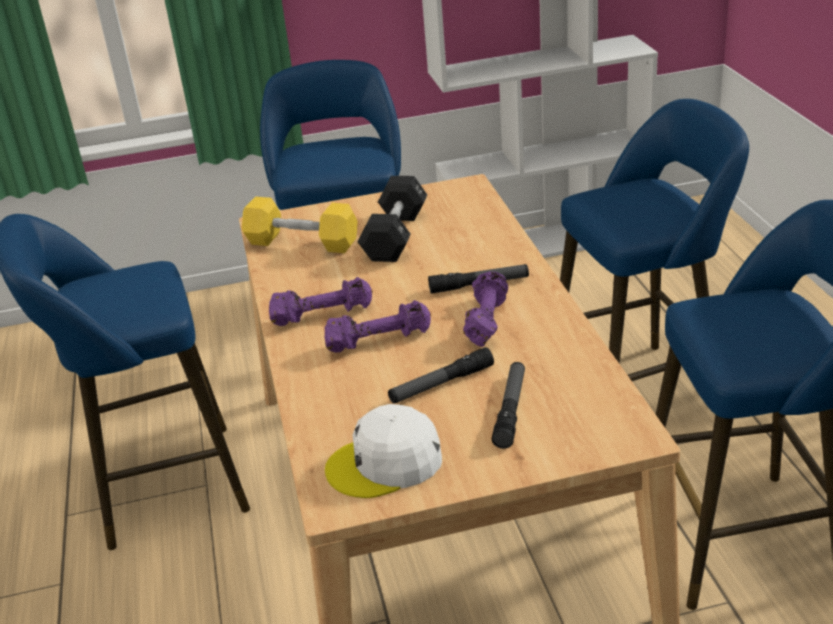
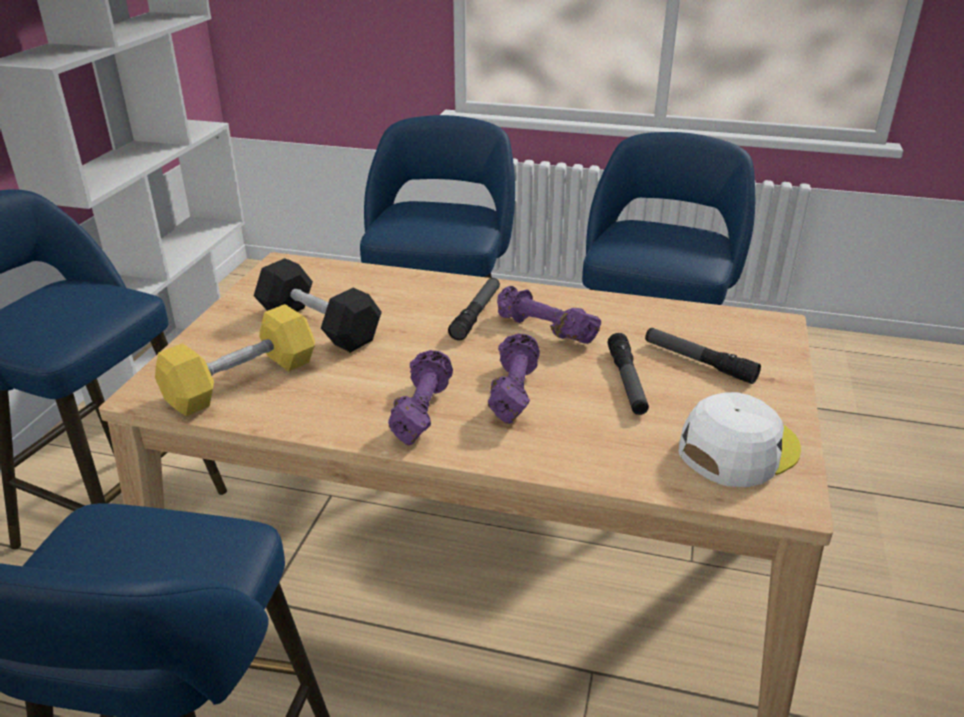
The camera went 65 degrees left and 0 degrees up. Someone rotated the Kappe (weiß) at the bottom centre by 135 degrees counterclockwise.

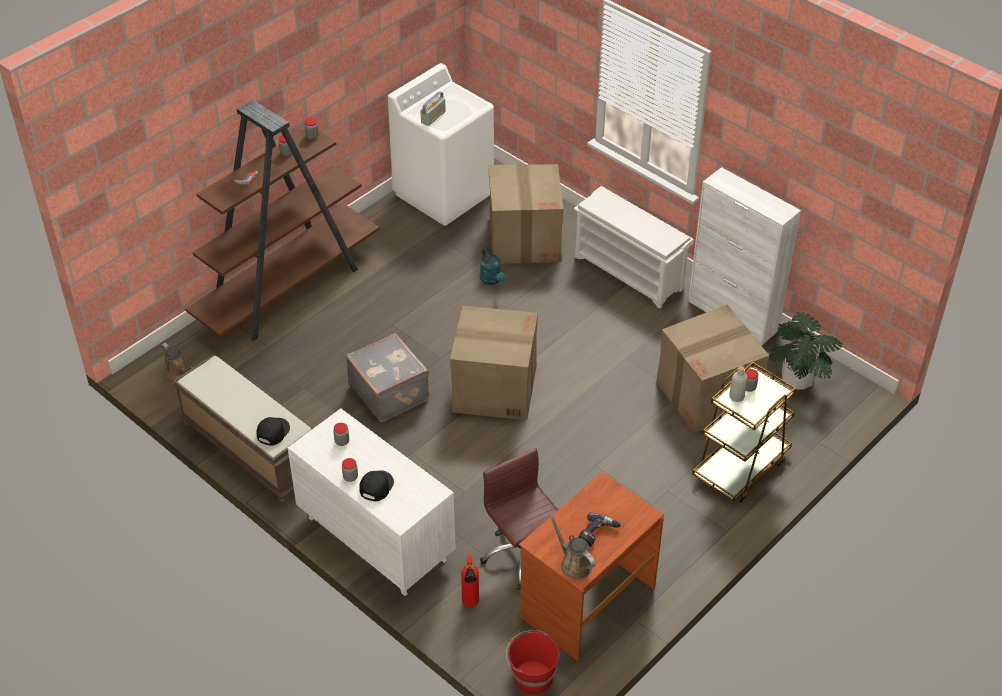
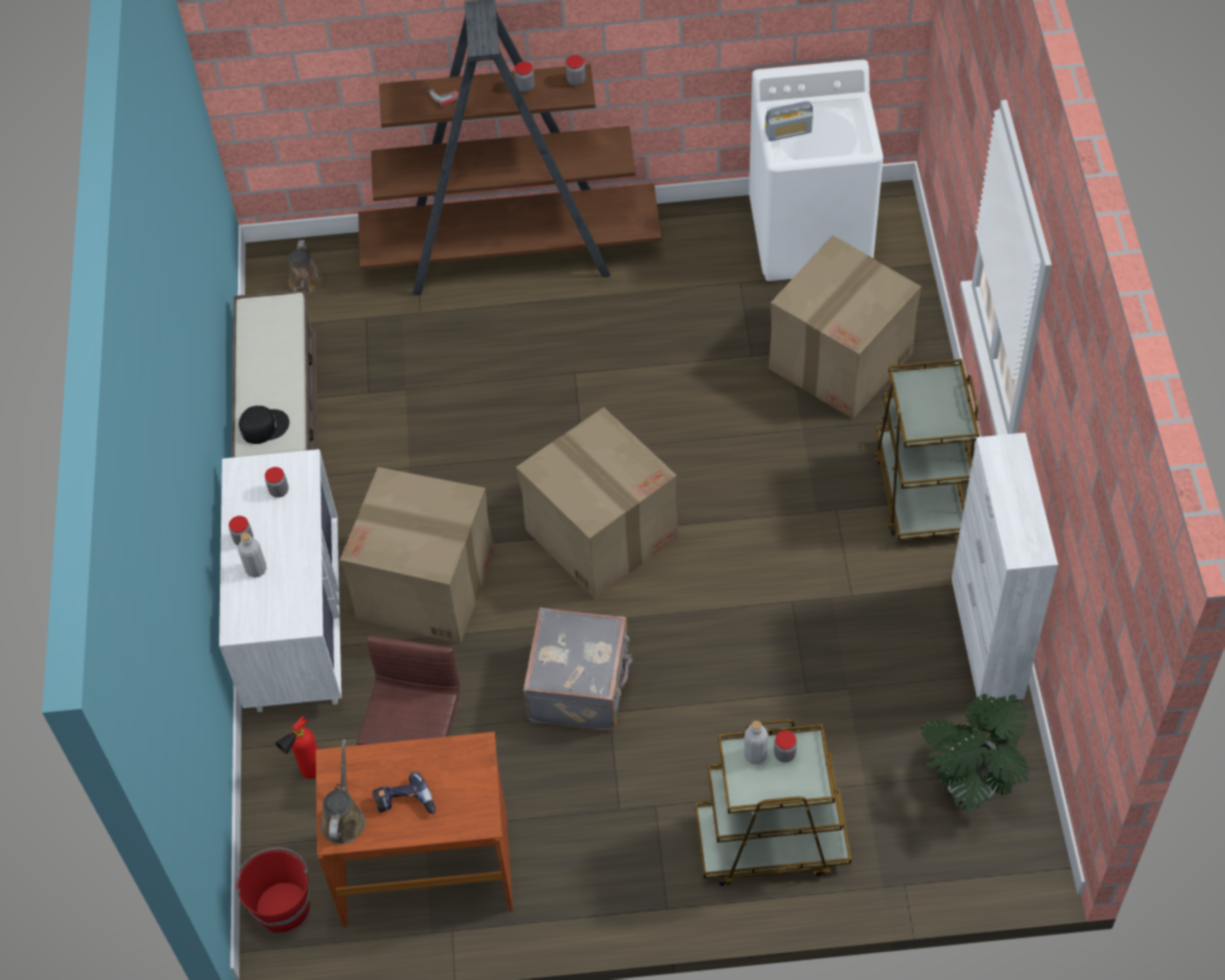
The camera went 45 degrees right and 10 degrees up. Someone took away the Gießkanne (türkis) at the centre. Someone carried the Koffer (grau) from the centre to the bottom centre. Someone carried the Karton (3rd from left in the first image) from the middle right to the centre. Someone swapped the Kappe (schwarz) (2nd from left) at the bottom centre for the Flasche (grau) (1st from left) at the middle left. Someone swapped the Schuhregal (weiß) at the centre for the Rollwagen (braun) (2nd from left) at the middle right.

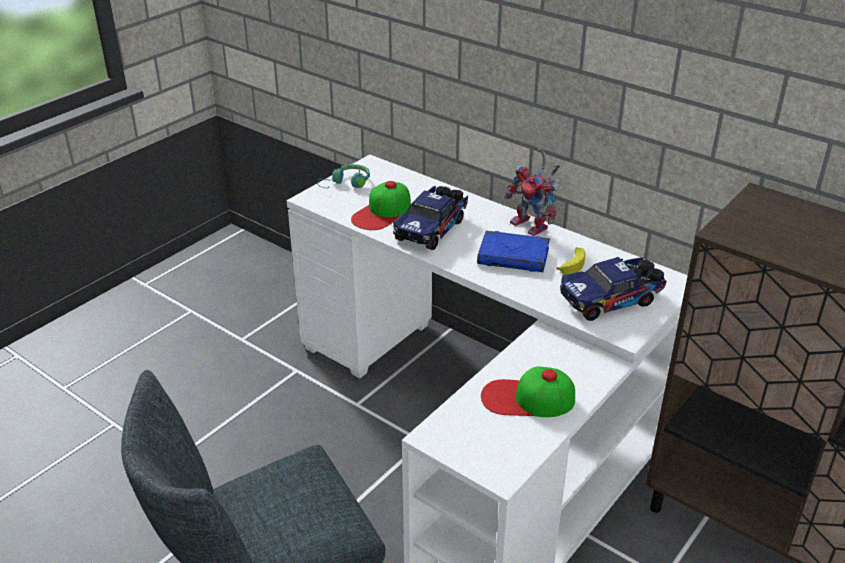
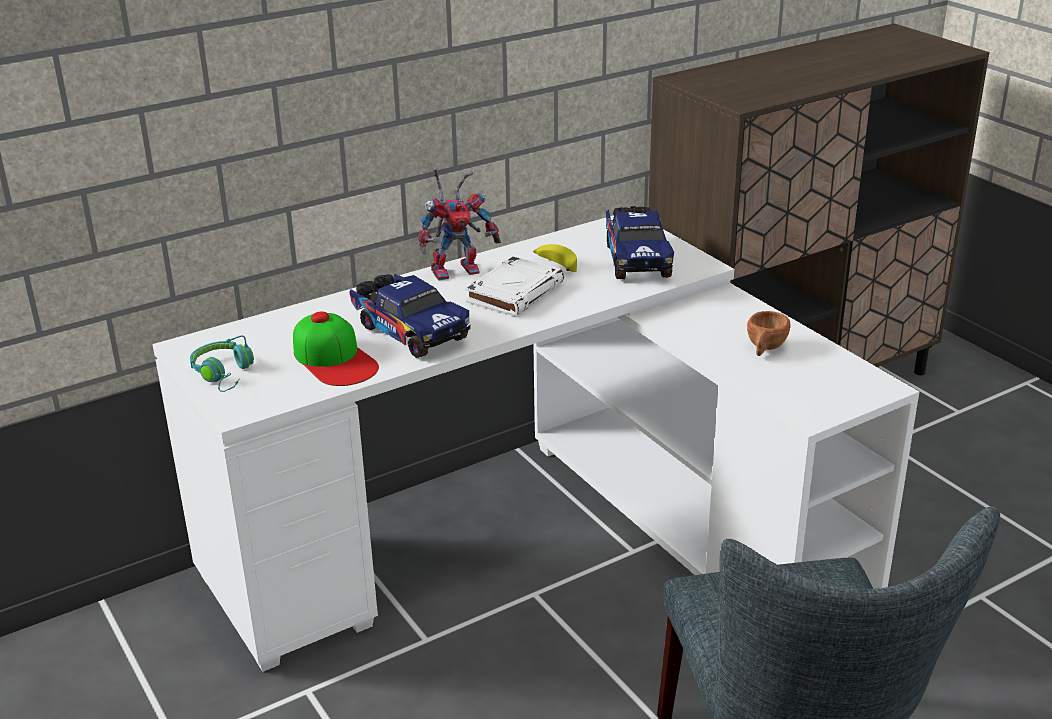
The camera went 70 degrees left and 5 degrees down. Someone swapped the Kappe (2nd from left) at the bottom centre for the Tasse (braun) at the middle right. Someone repainted the Buch (blau) at the centre, which became the Buch (weiß) at the centre.

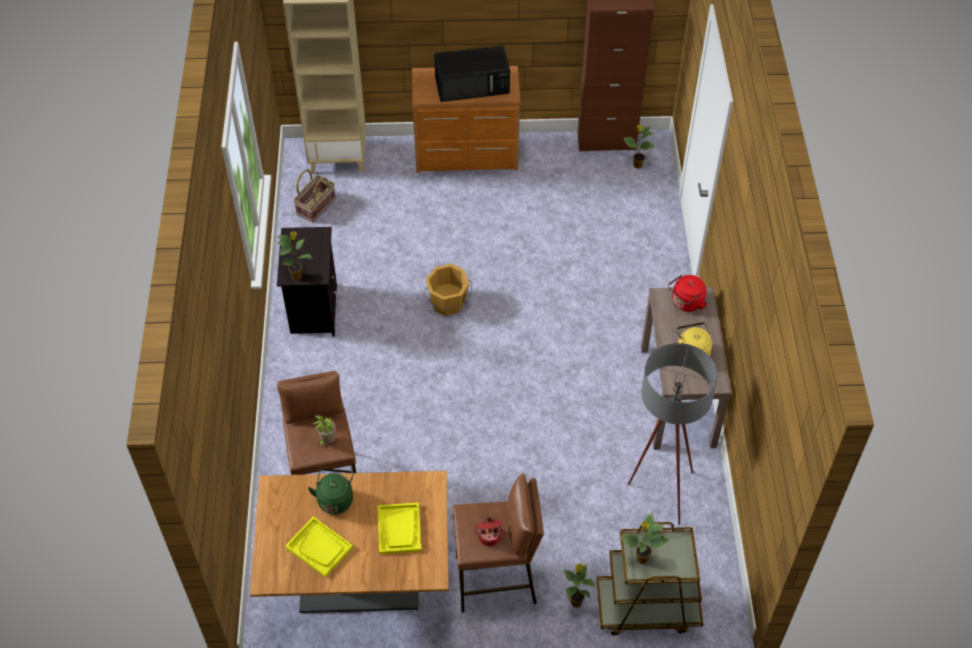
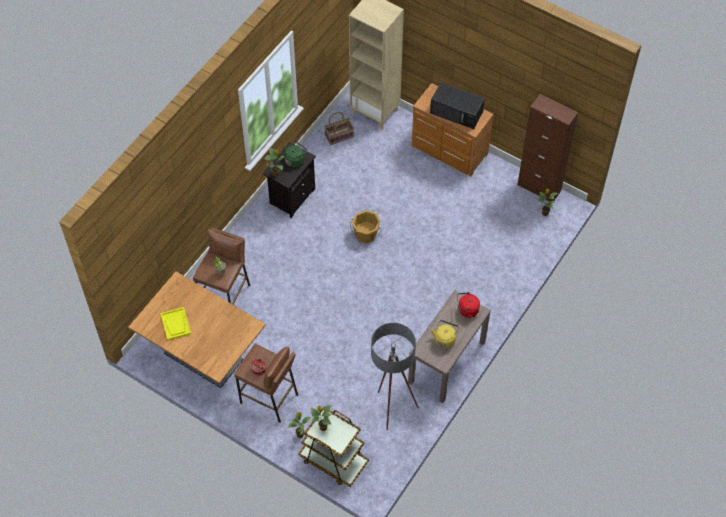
The camera went 35 degrees right and 5 degrees up. Someone took away the Tablett (gelb) (2nd from left) at the bottom centre. Someone carried the Wasserkessel (grün) from the bottom centre to the top centre.

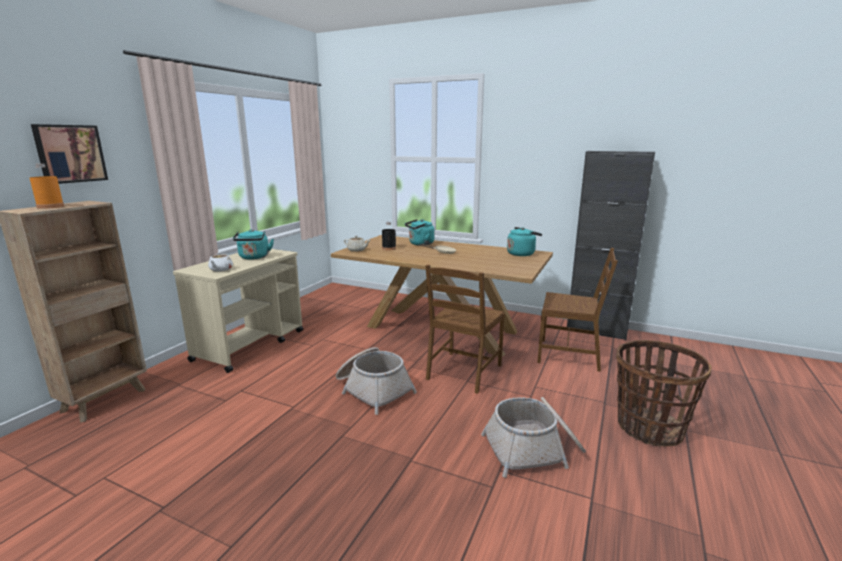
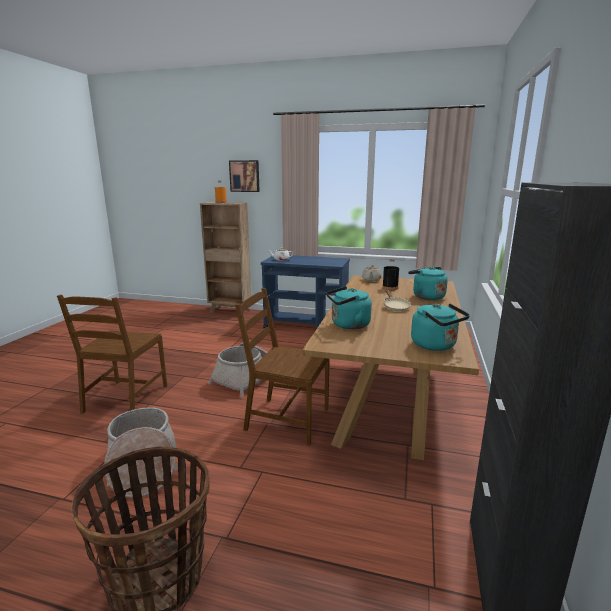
The camera went 80 degrees right and 0 degrees up. Someone carried the Wasserkessel (türkis) (1st from left) from the middle left to the centre. Someone carried the Stuhl (braun) (2nd from left in the first image) from the middle right to the middle left. Someone repainted the Rollwagen (beige) at the middle left, which became the Rollwagen (blau) at the centre.

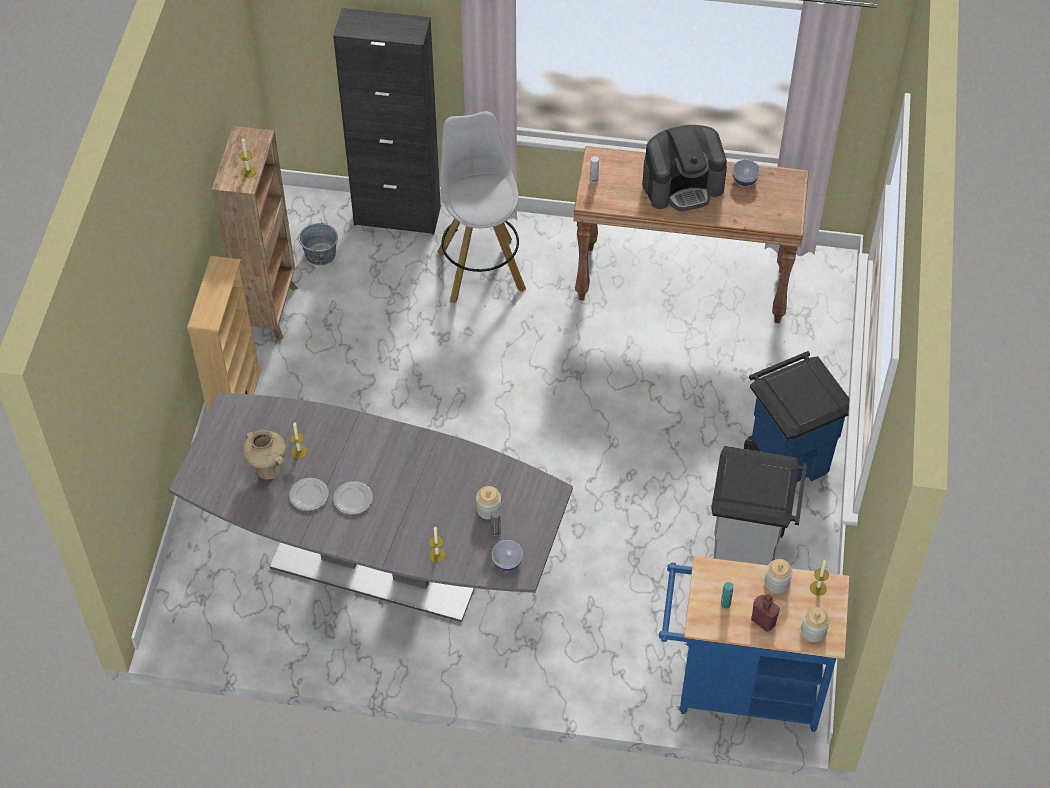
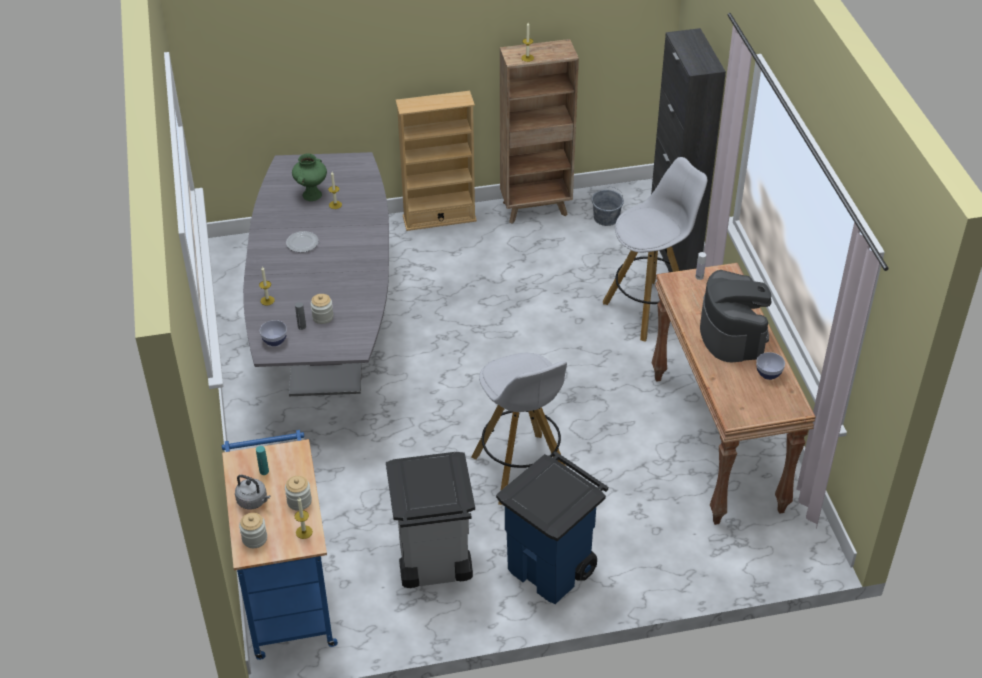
The camera went 70 degrees right and 10 degrees down. Someone took away the Teller (1st from left) at the middle left. Someone put down the Hocker (weiß) (1st from left) at the centre. Someone swapped the Flasche (rot) at the bottom right for the Wasserkessel (grau) at the bottom left. Someone repainted the Vase (beige) at the middle left, which became the Vase (grün) at the top left. Someone rotated the Kaffeemaschine at the top centre by 150 degrees counterclockwise.

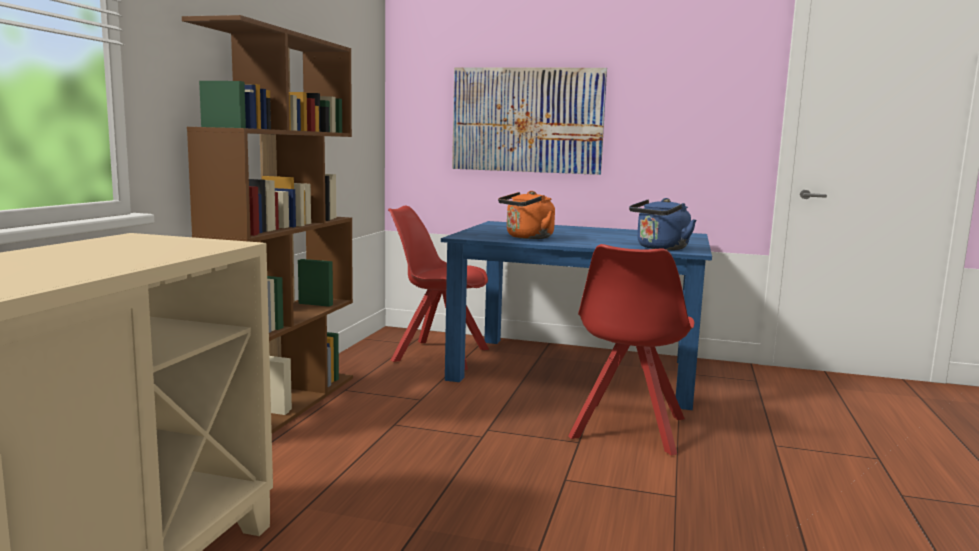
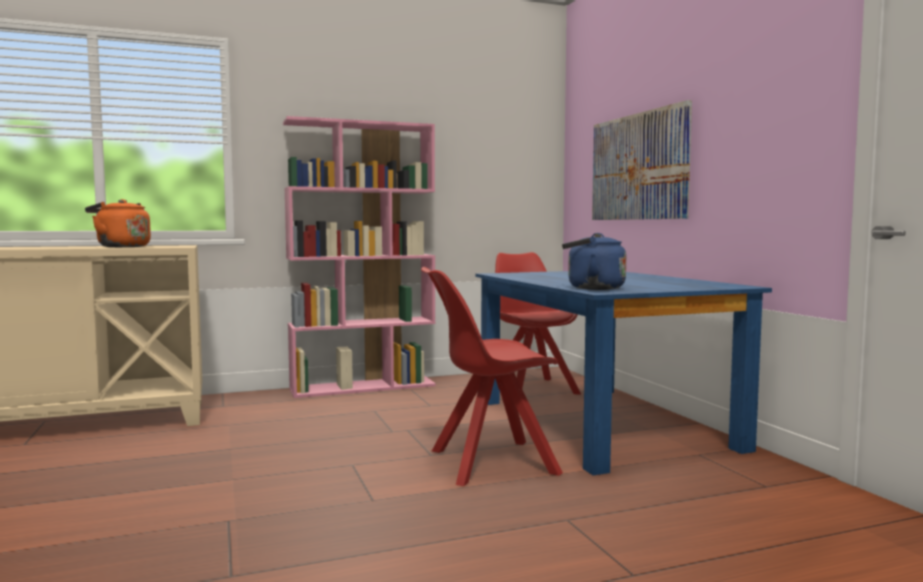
The camera went 55 degrees right and 5 degrees down. Someone carried the Wasserkessel (orange) from the centre to the middle left. Someone repainted the Bücherregal (braun) at the middle left, which became the Bücherregal (rosa) at the centre.

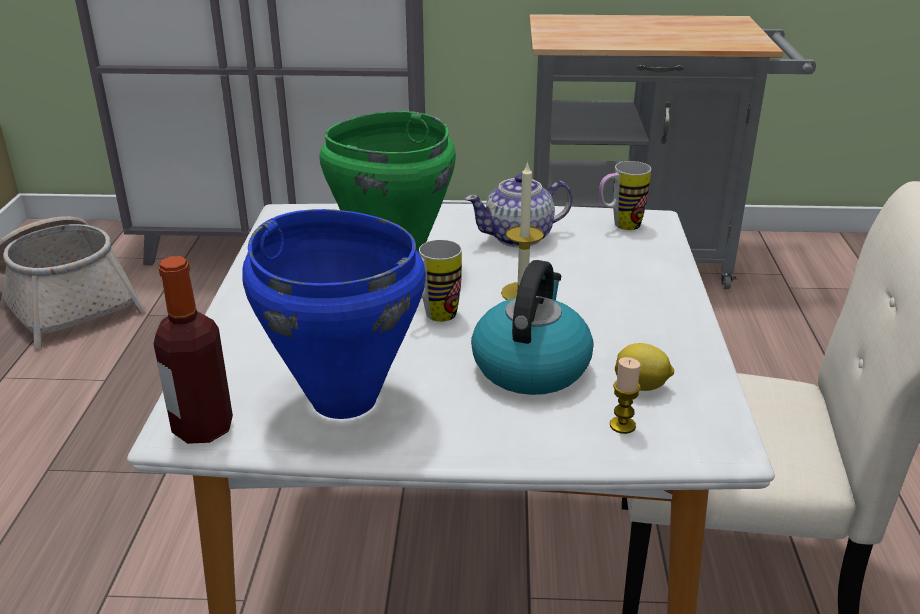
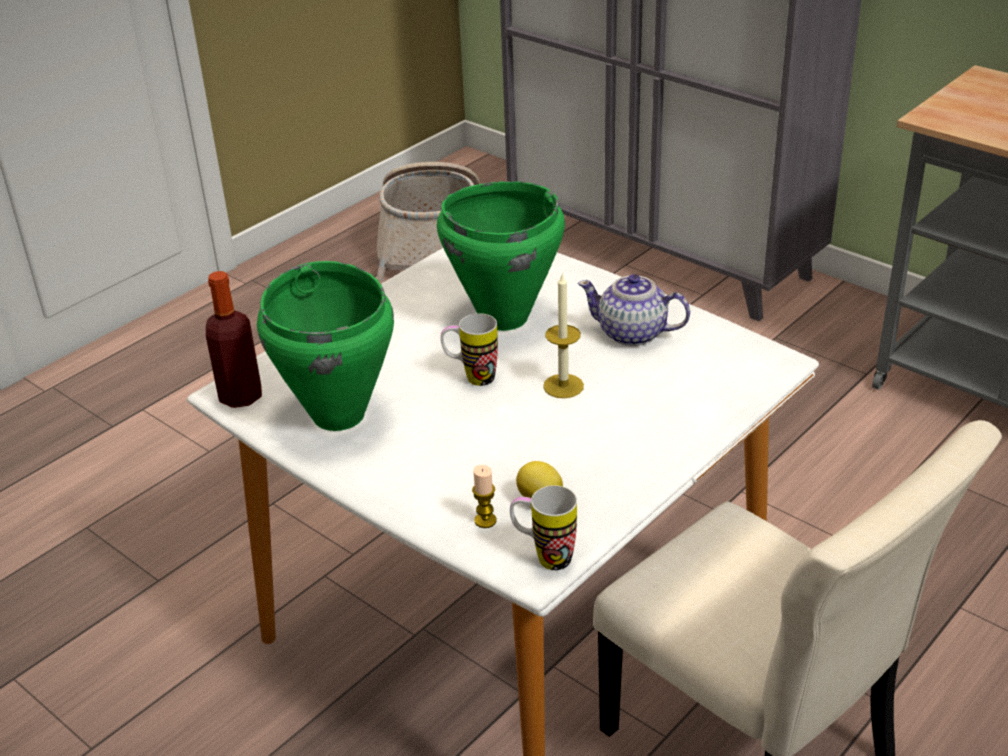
The camera went 40 degrees right and 5 degrees up. Someone took away the Wasserkessel at the centre. Someone carried the Henkelbecher (2nd from left) from the top right to the bottom centre. Someone repainted the Kochtopf (blau) at the centre, which became the Kochtopf (grün) (1st from left) at the middle left.

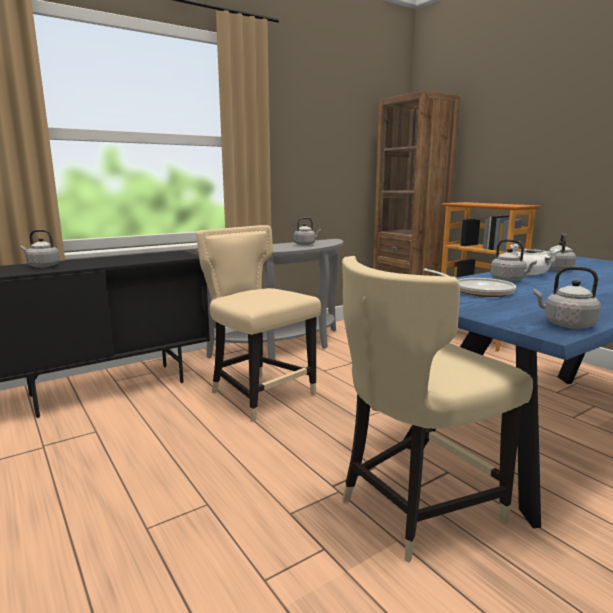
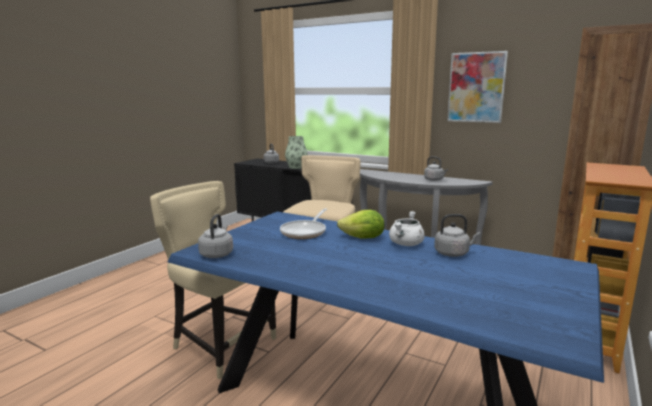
The camera went 65 degrees right and 0 degrees up. Someone put down the Vase at the centre. Someone put up the Bild at the top right. Someone swapped the Wasserkessel (grau) (3rd from left) at the middle right for the Salatkopf at the centre.

